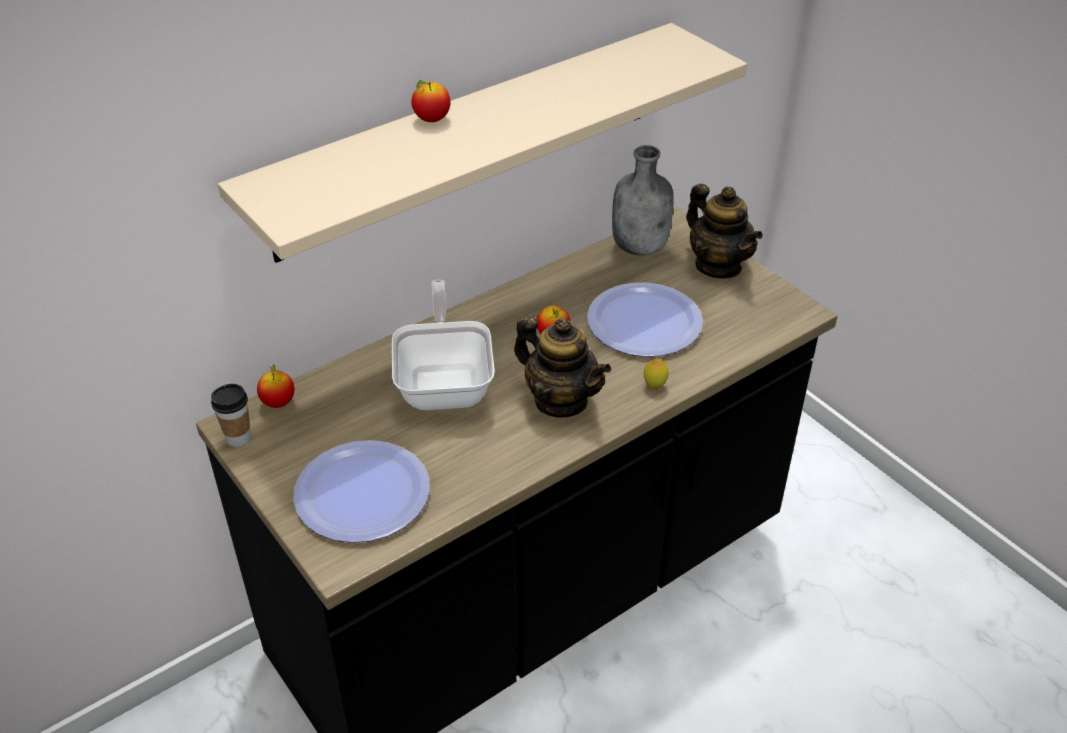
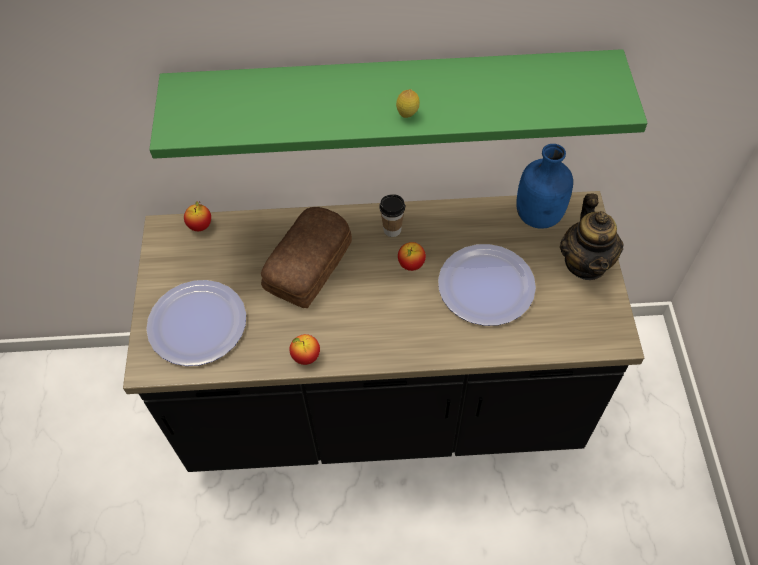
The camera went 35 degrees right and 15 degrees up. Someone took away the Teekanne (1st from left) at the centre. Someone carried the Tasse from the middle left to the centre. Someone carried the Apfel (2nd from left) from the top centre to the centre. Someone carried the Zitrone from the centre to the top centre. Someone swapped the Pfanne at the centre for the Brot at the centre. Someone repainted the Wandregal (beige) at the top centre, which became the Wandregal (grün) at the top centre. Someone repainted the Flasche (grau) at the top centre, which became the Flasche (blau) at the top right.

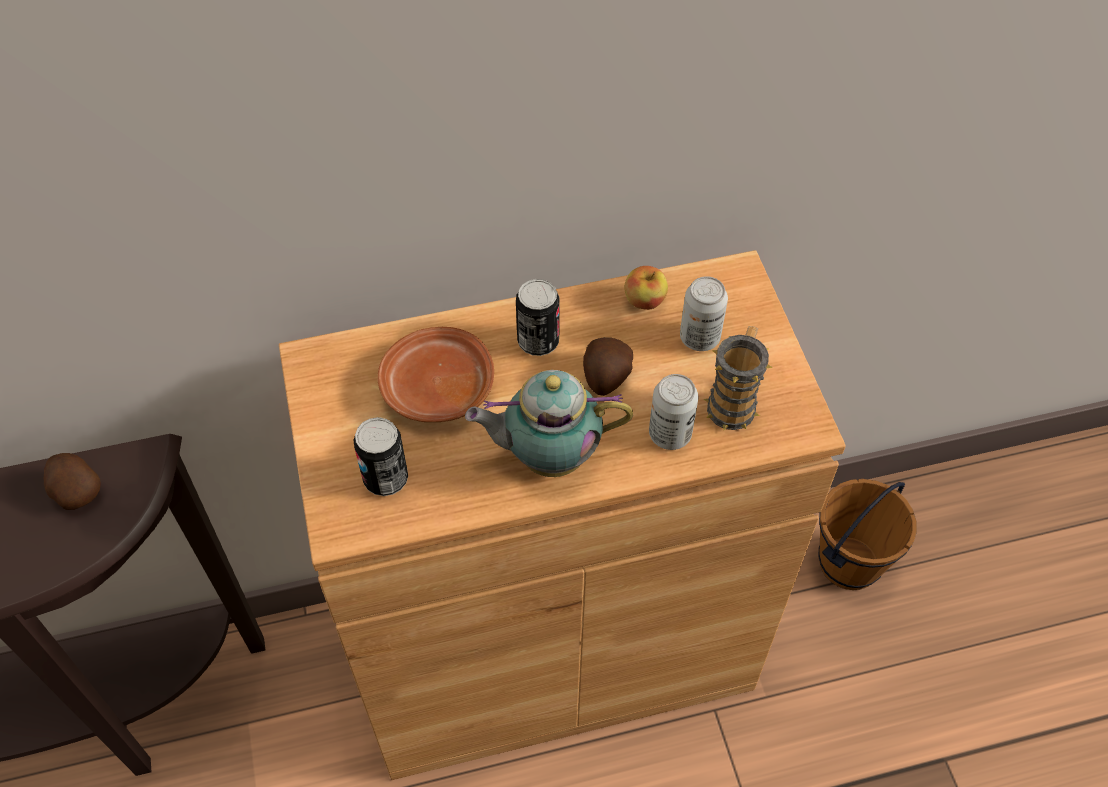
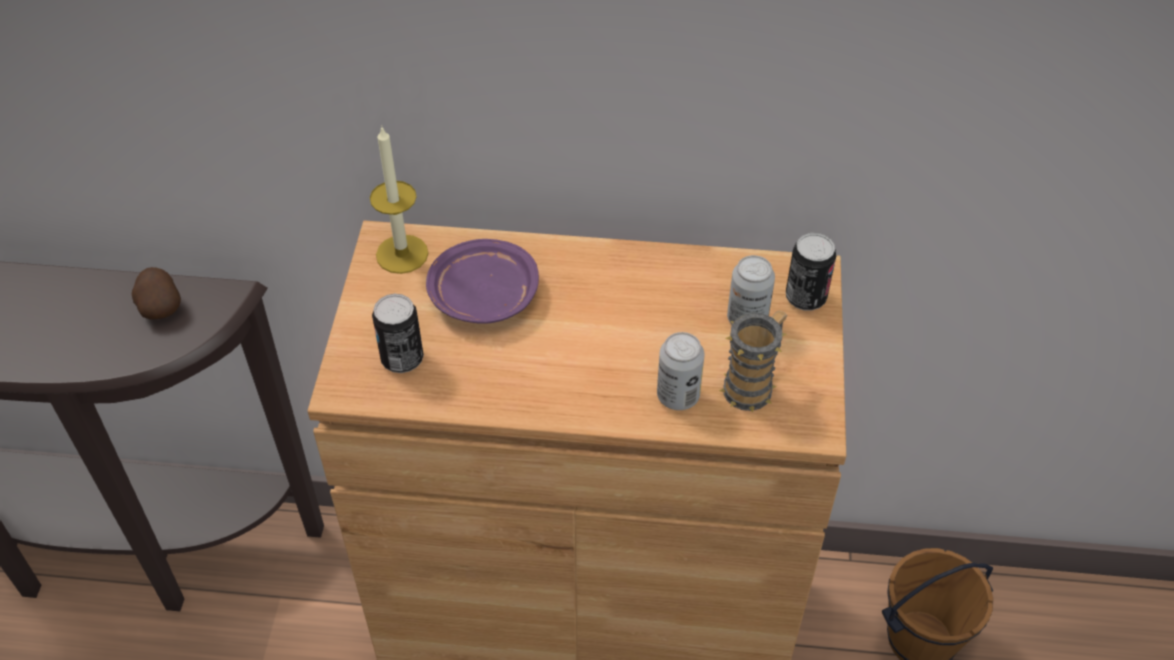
The camera went 20 degrees right and 5 degrees down. Someone took away the Teekanne at the centre. Someone took away the Kartoffel (2nd from left) at the centre. Someone took away the Apfel at the centre. Someone put down the Kerze at the top centre. Someone carried the Dose (2nd from left in the first image) from the centre to the middle right. Someone repainted the Teller (braun) at the centre, which became the Teller (lila) at the centre.

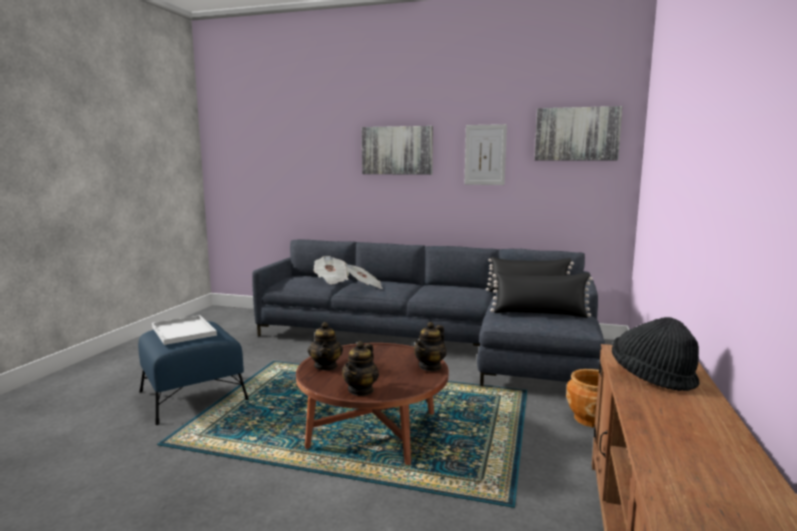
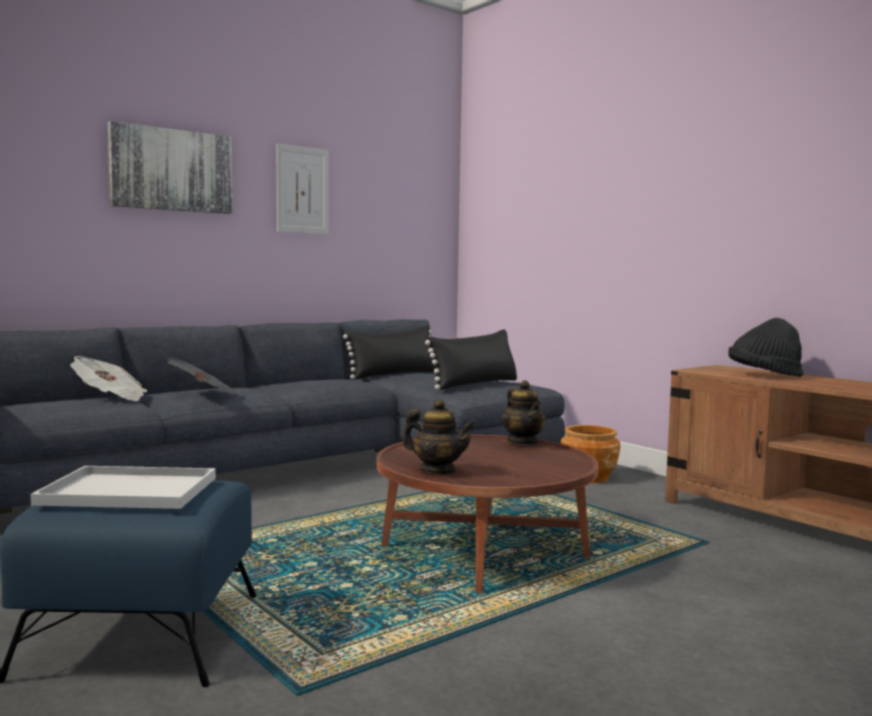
The camera went 55 degrees left and 5 degrees down. Someone took away the Teekanne (2nd from left) at the bottom centre. Someone took away the Bild (3rd from left) at the top right.

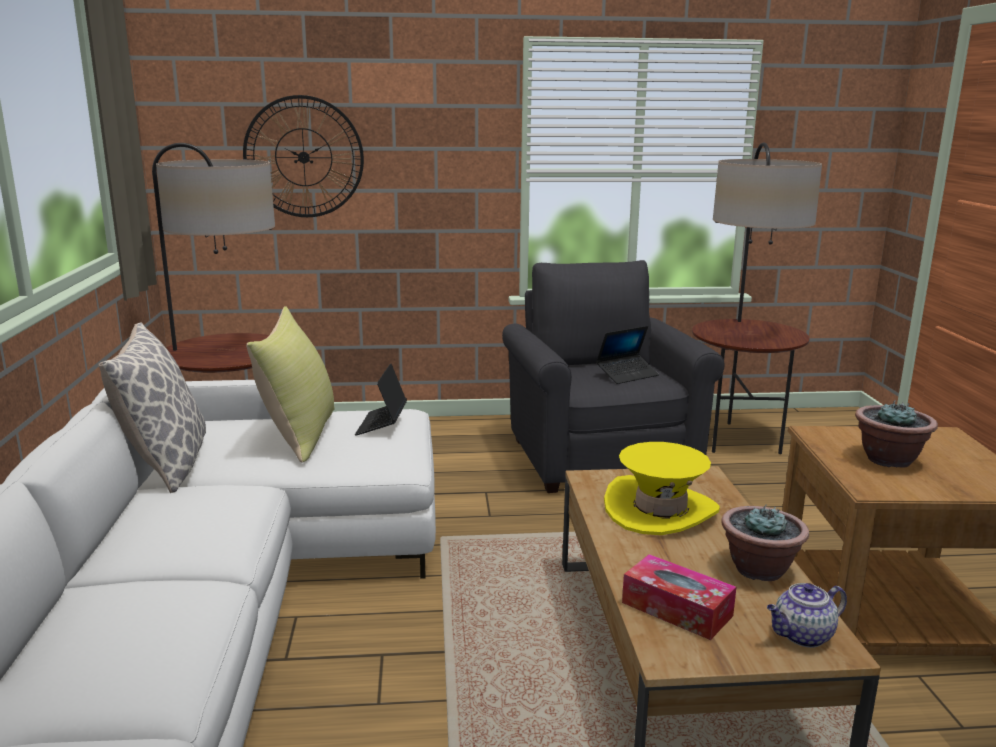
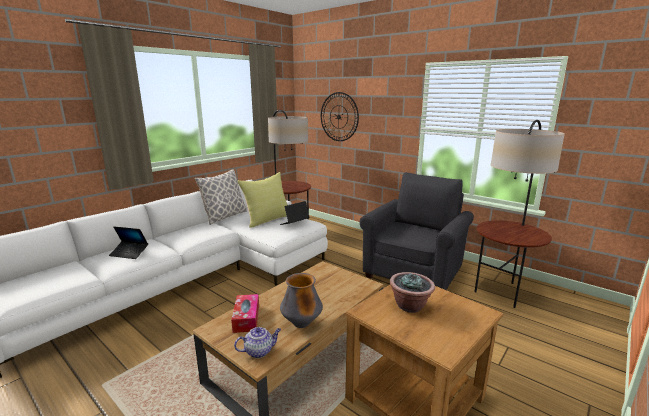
The camera went 45 degrees right and 0 degrees up. Someone took away the Hut (gelb) at the centre. Someone carried the Laptop (2nd from left in the first image) from the centre to the middle left. Someone swapped the Topfpflanze (1st from left) at the bottom right for the Vase at the bottom centre. Someone rotated the Teekanne at the bottom right by 135 degrees clockwise.

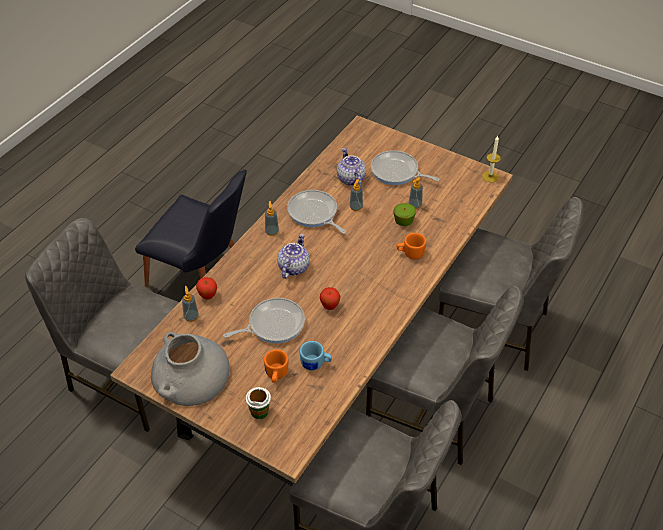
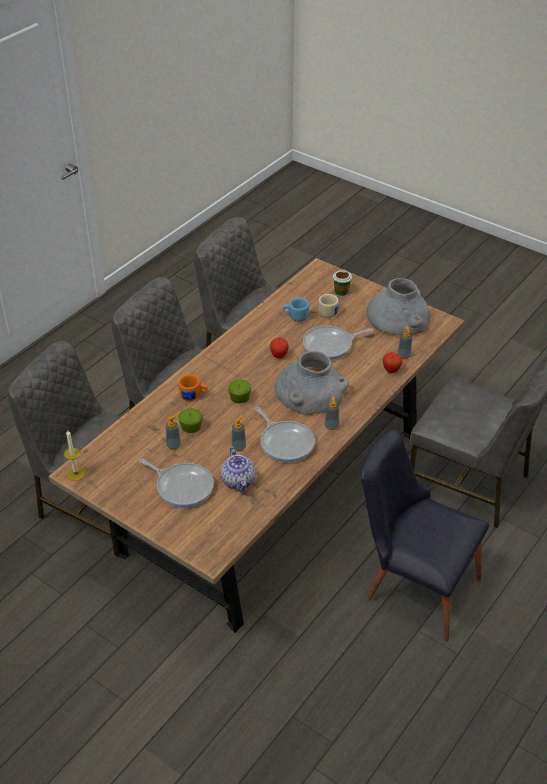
The camera went 175 degrees left and 5 degrees down. Someone put down the Apfel (2nd from left) at the centre. Someone swapped the Teekanne (1st from left) at the centre for the Vase (grau) (1st from left) at the centre. Someone repainted the Henkelbecher (orange) (1st from left) at the bottom centre, which became the Henkelbecher (beige) at the centre.

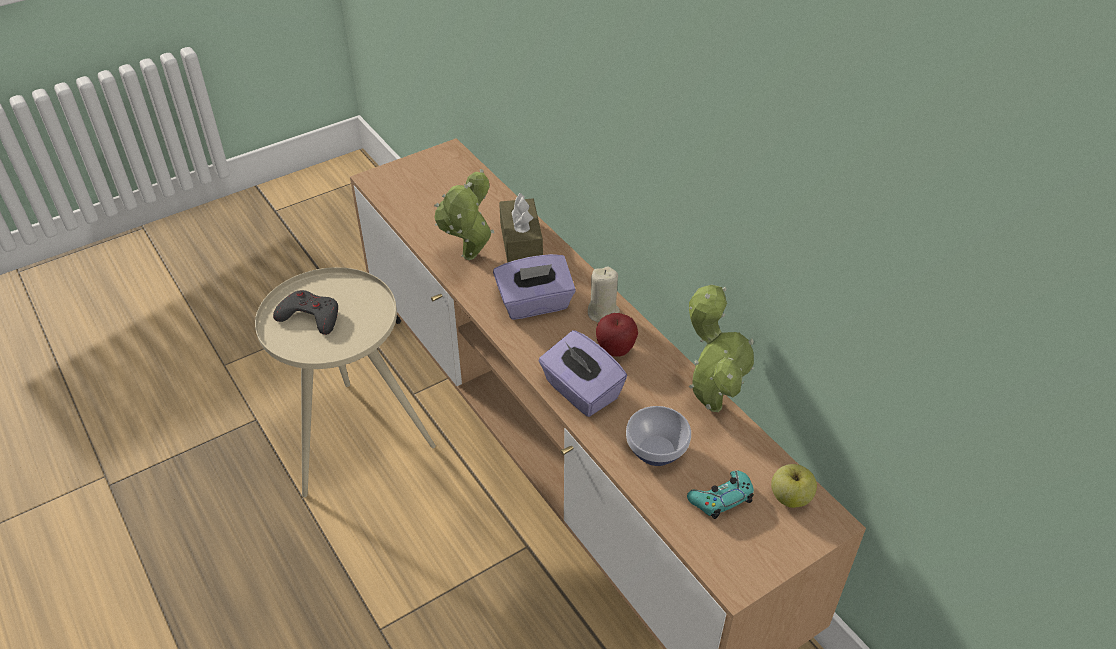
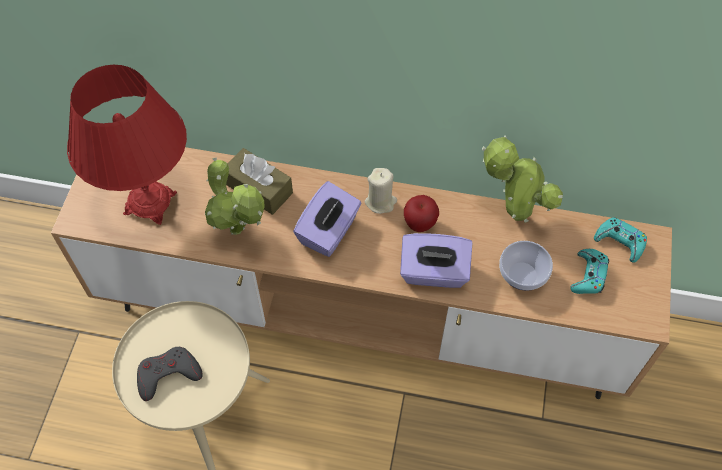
The camera went 45 degrees left and 15 degrees up. Someone put down the Tischlampe (rot) at the top left. Someone swapped the Apfel (2nd from left) at the bottom right for the Gamepad (türkis) (2nd from left) at the middle right.

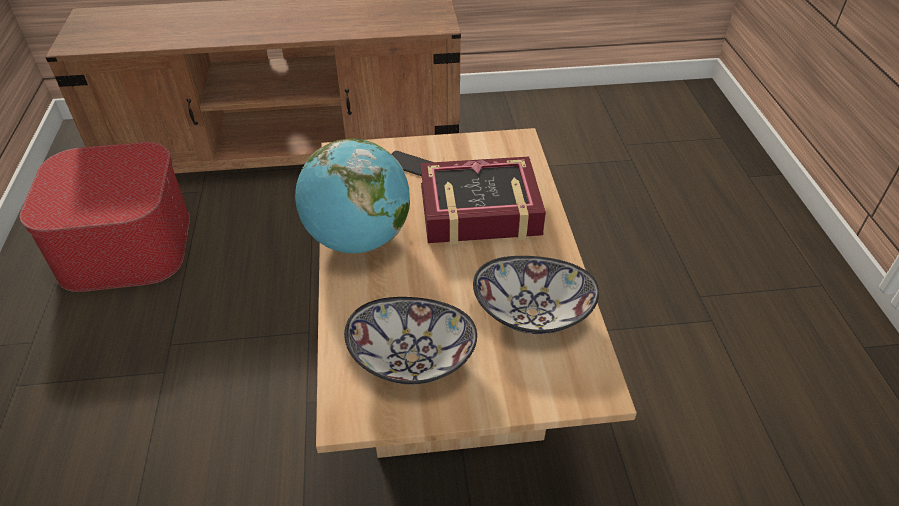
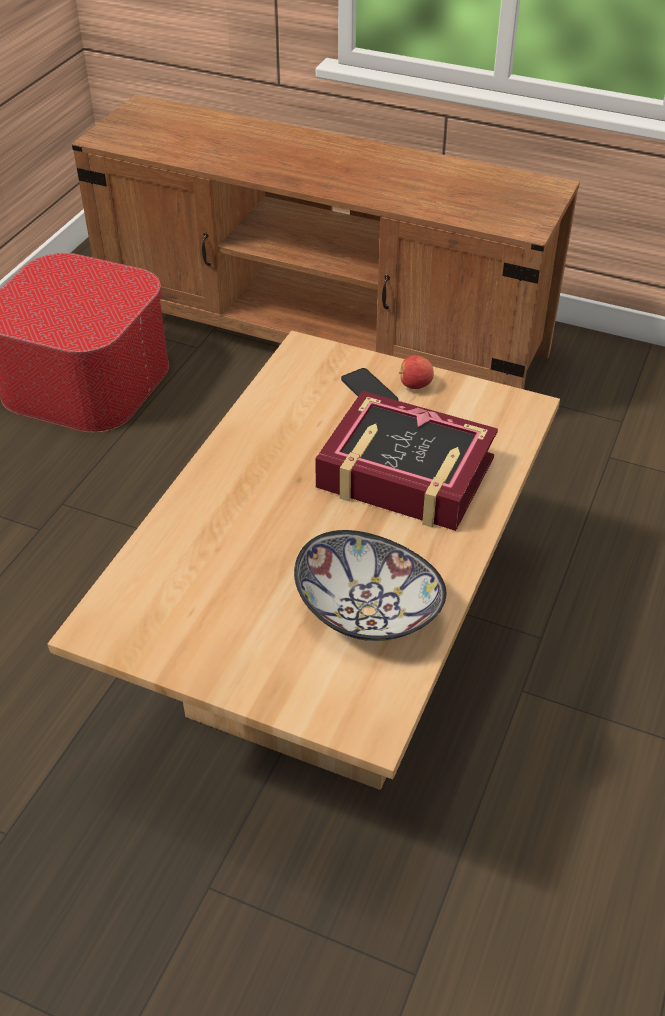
The camera went 30 degrees right and 0 degrees up. Someone took away the Globus at the centre. Someone took away the Schüssel (1st from left) at the bottom centre. Someone put down the Apfel at the centre.

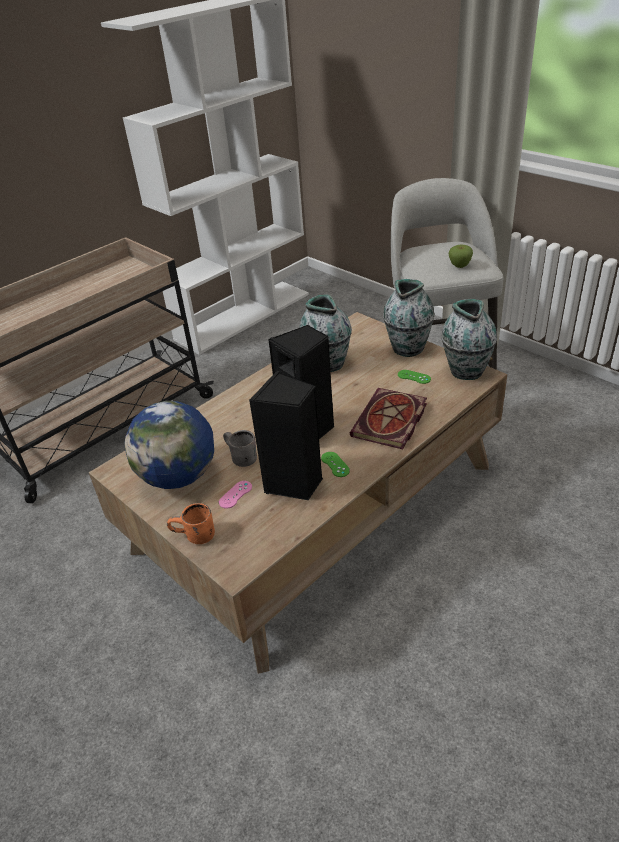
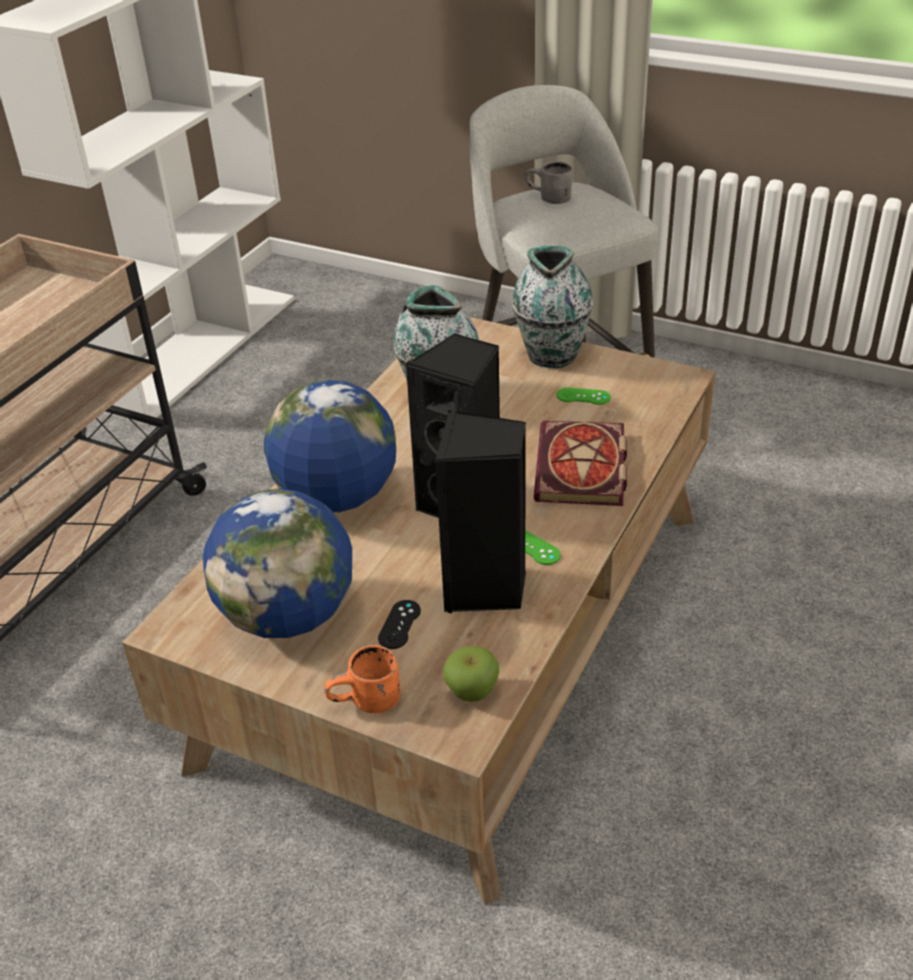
The camera went 20 degrees left and 0 degrees up. Someone took away the Vase (3rd from left) at the middle right. Someone put down the Globus (2nd from left) at the centre. Someone carried the Henkelbecher (grau) from the centre to the top centre. Someone carried the Apfel from the top right to the bottom centre. Someone repainted the Gamepad (rosa) at the centre, which became the Gamepad (schwarz) at the centre.

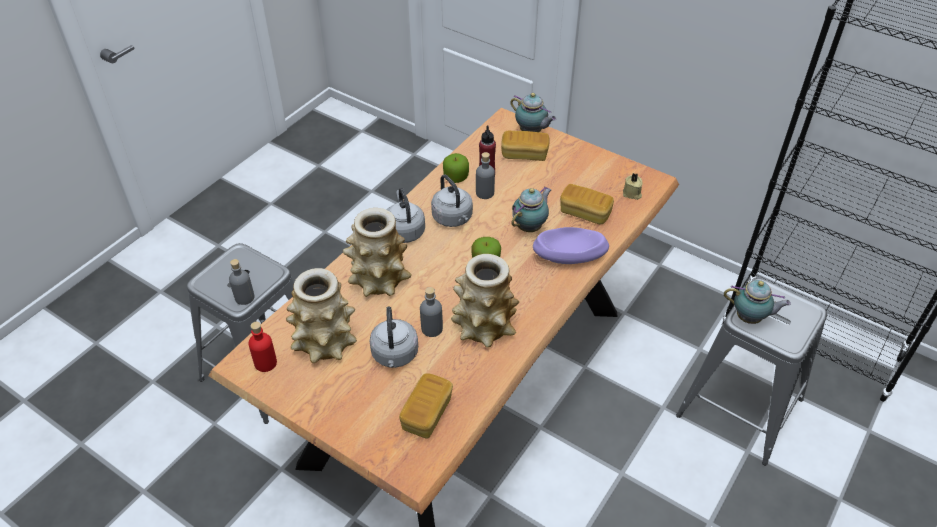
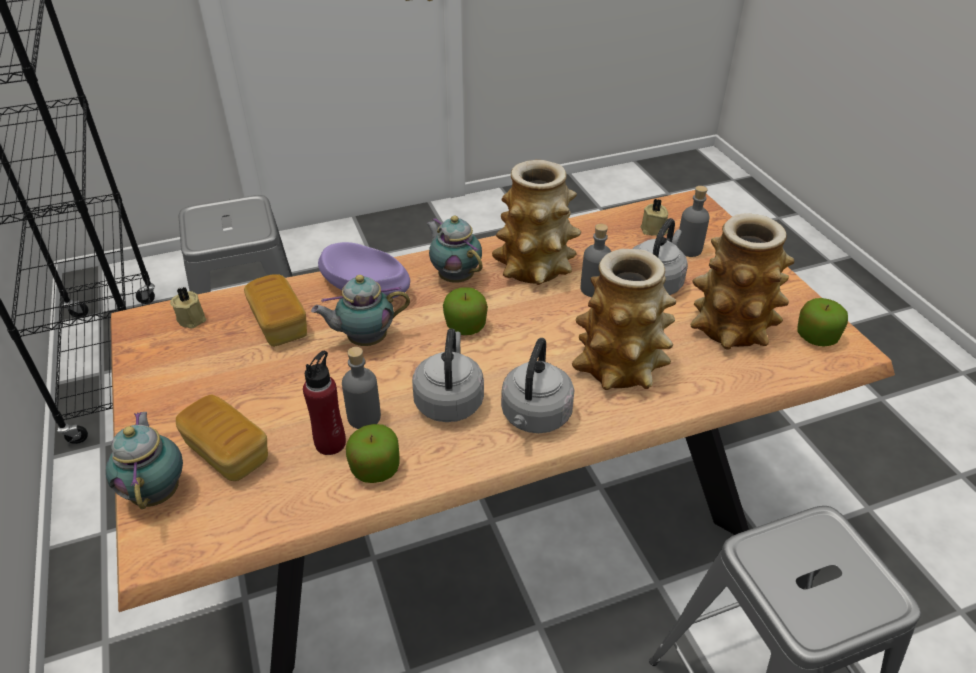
The camera went 145 degrees left and 5 degrees down. Someone carried the Flasche (grau) (1st from left in the first image) from the middle left to the top right. Someone carried the Teekanne (3rd from left) from the middle right to the centre. Someone swapped the Flasche (rot) (1st from left) at the middle left for the Apfel (3rd from left) at the middle right. Someone swapped the Brot (1st from left) at the bottom centre for the Kerze (beige) (2nd from left) at the top right.

